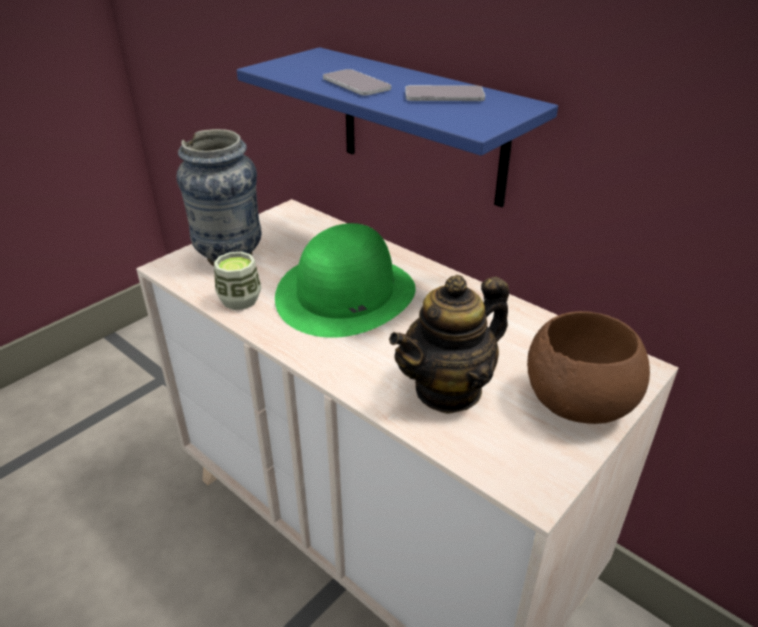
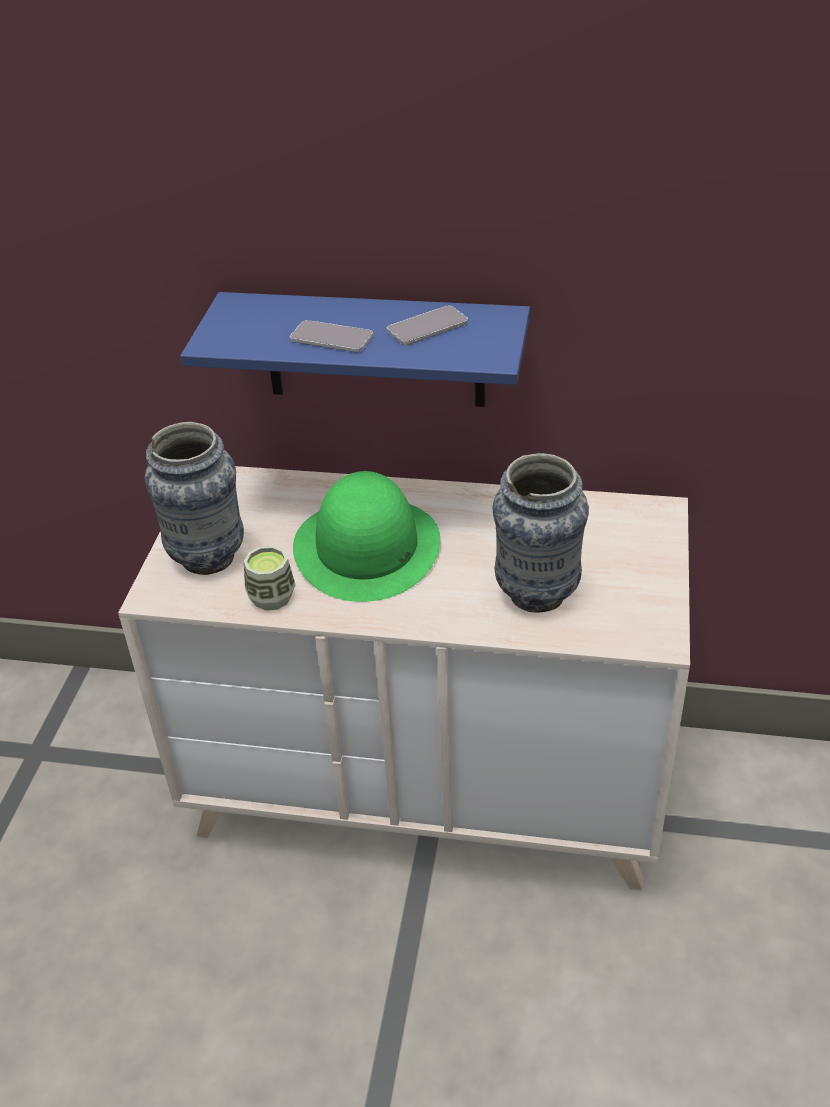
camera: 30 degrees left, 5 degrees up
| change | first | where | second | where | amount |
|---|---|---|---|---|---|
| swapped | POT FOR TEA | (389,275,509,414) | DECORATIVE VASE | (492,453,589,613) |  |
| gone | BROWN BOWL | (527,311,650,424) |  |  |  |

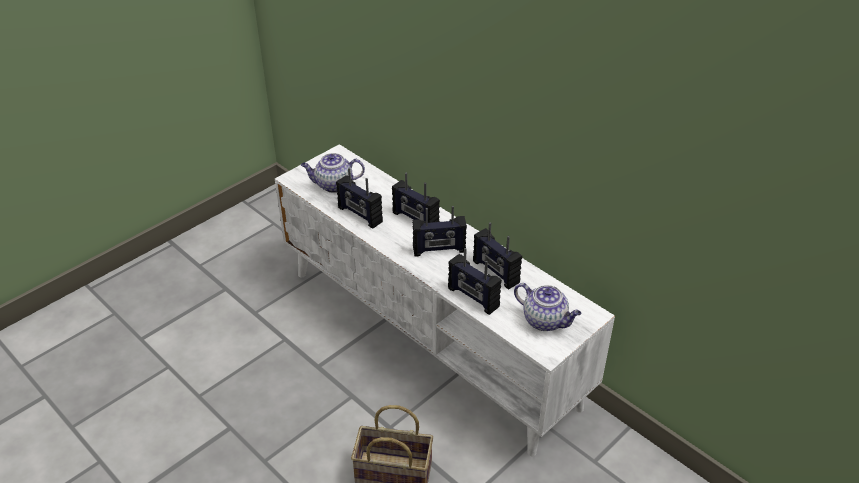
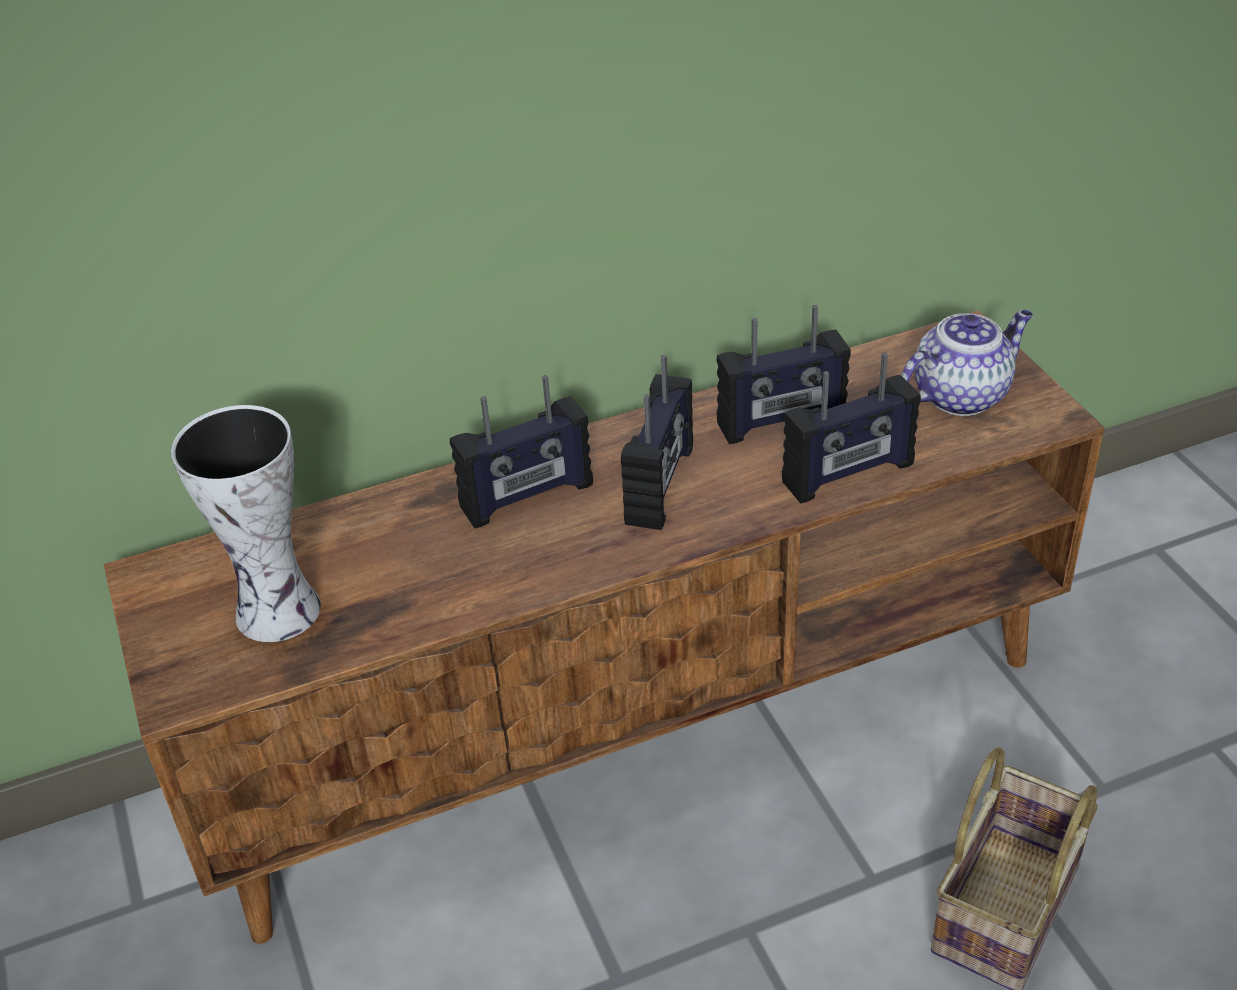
camera: 65 degrees left, 0 degrees up
| change | first | where | second | where | amount |
|---|---|---|---|---|---|
| repainted | WHITE-COLOURED TV STAND | (275,144,615,456) | BROWN TV STAND | (104,310,1105,944) |  |
| swapped | POT FOR TEA | (301,153,365,193) | DECORATIVE VASE | (171,405,321,642) |  |
| gone | RADIO SET | (336,168,383,229) |  |  |  |

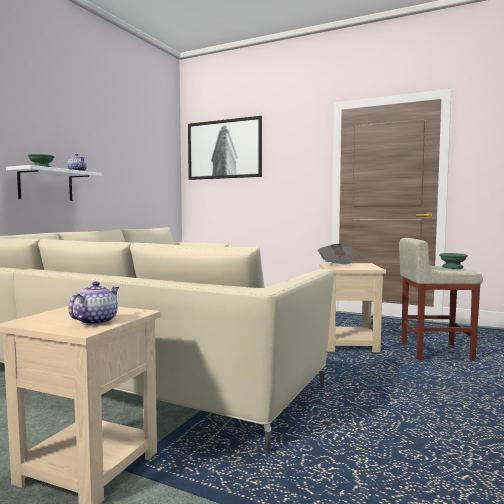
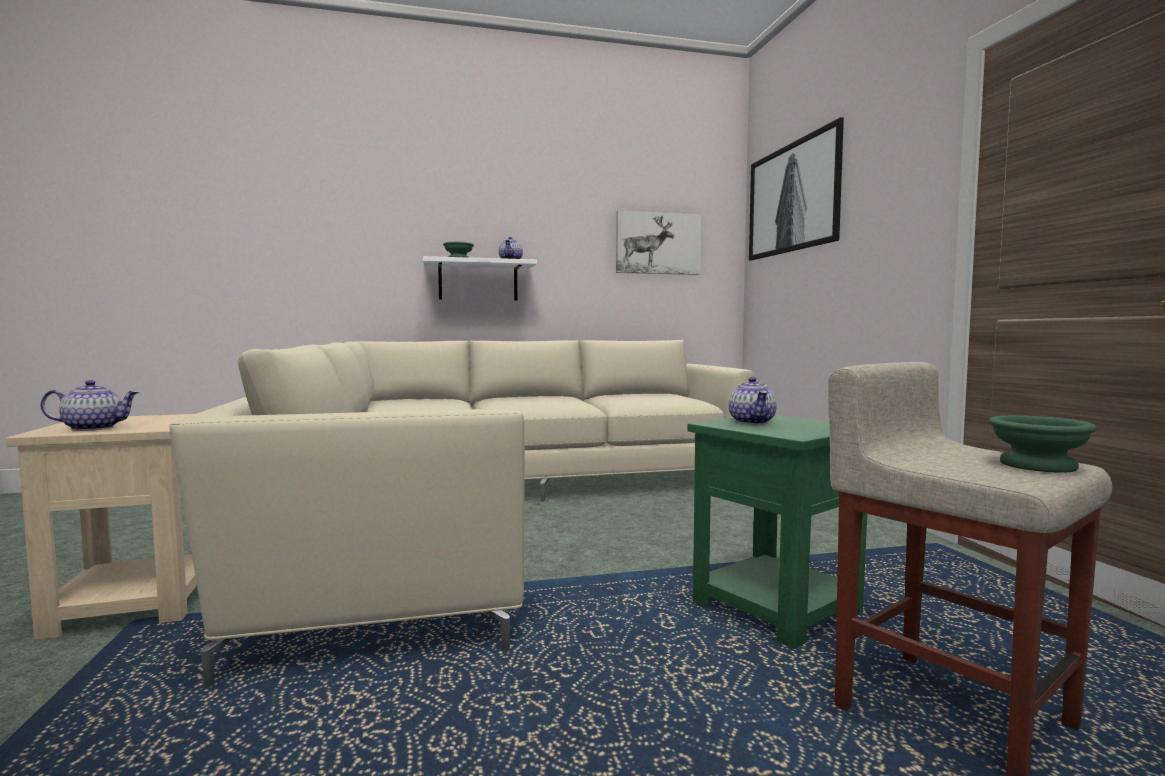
camera: 50 degrees right, 0 degrees up
| change | first | where | second | where | amount |
|---|---|---|---|---|---|
| swapped | NEWSPAPER | (318,244,360,264) | POT FOR TEA | (729,377,777,424) |  |
| repainted | BEIGE END TABLE | (319,263,386,352) | GREEN END TABLE | (687,415,867,649) |  |
| new |  |  | WALL ART | (616,210,702,275) |  |

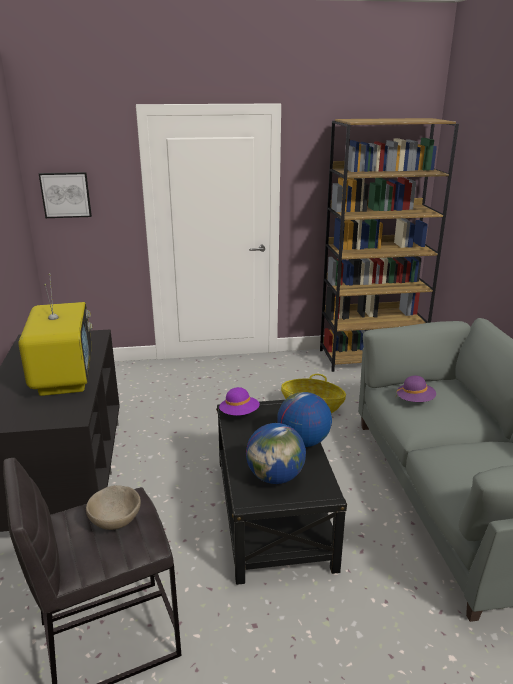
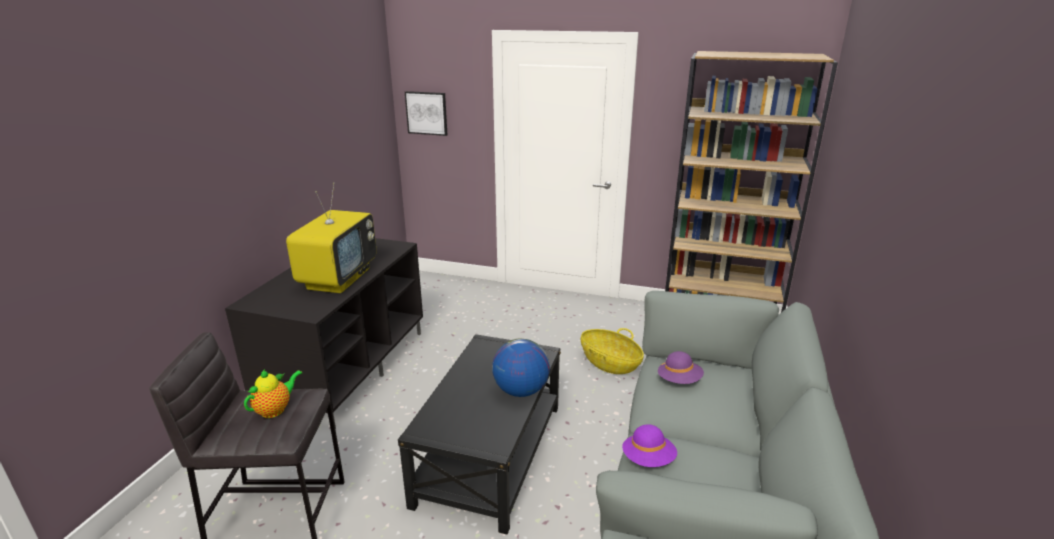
camera: 25 degrees right, 0 degrees up
| change | first | where | second | where | amount |
|---|---|---|---|---|---|
| shifted | PURPLE HAT | (219,387,260,416) |  | (622,424,677,467) |  |
| gone | WORLD GLOBE | (246,423,306,484) |  |  |  |
| swapped | BEIGE BOWL | (86,485,141,530) | POT FOR TEA | (244,369,302,418) |  |

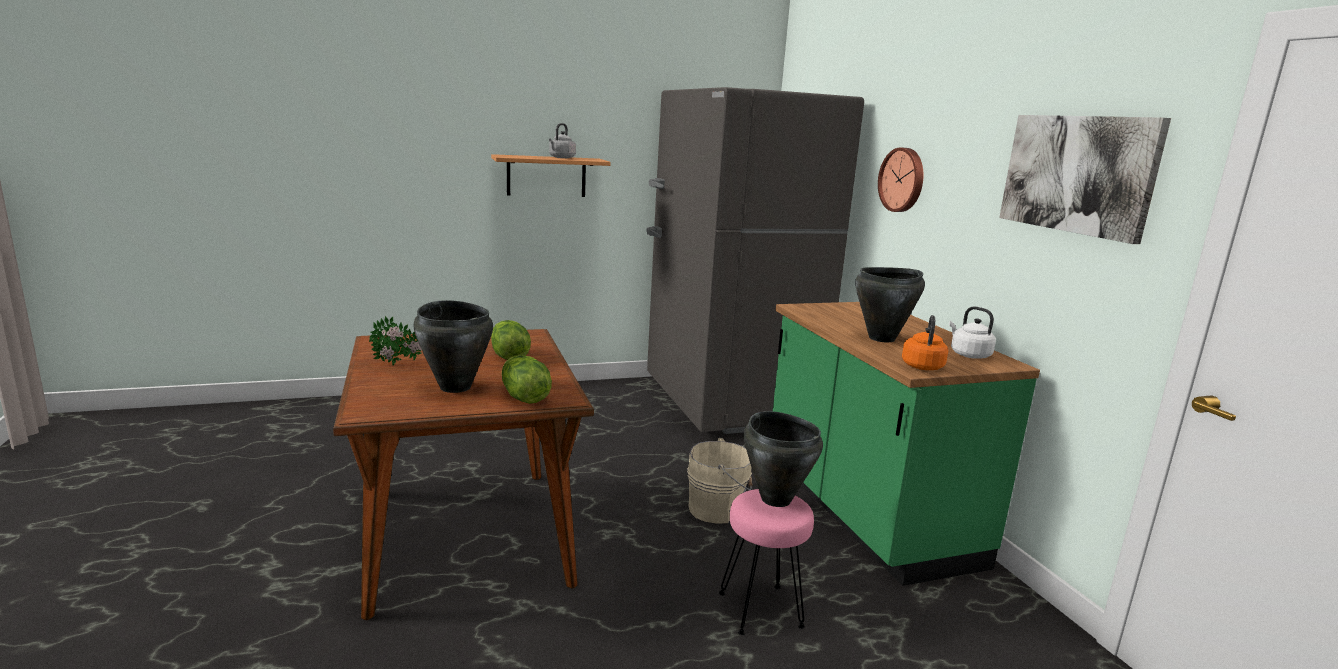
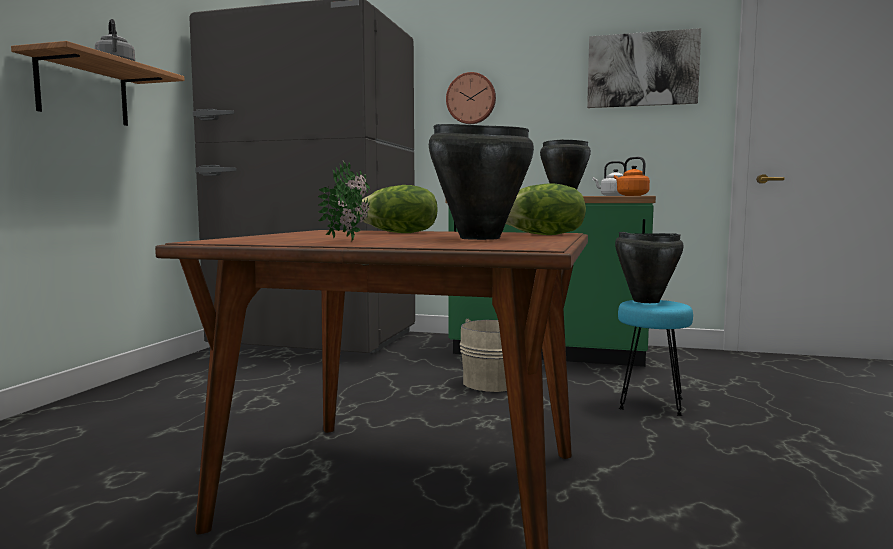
camera: 55 degrees left, 10 degrees down
| change | first | where | second | where | amount |
|---|---|---|---|---|---|
| repainted | PINK STOOL SEAT | (719,489,814,635) | TURQUOISE STOOL SEAT | (618,300,693,416) |  |

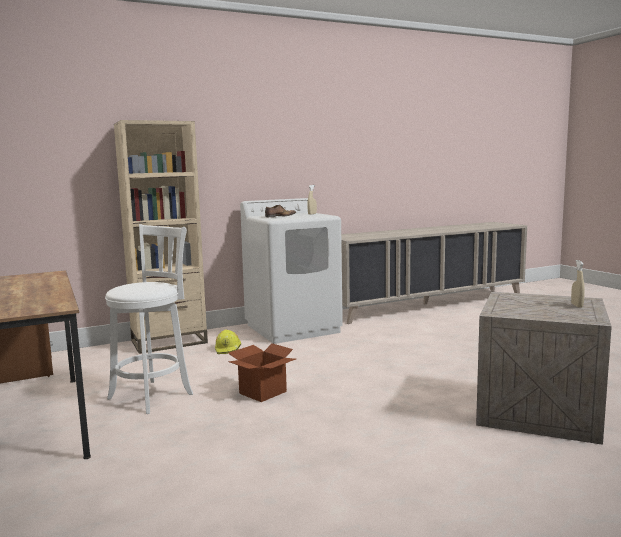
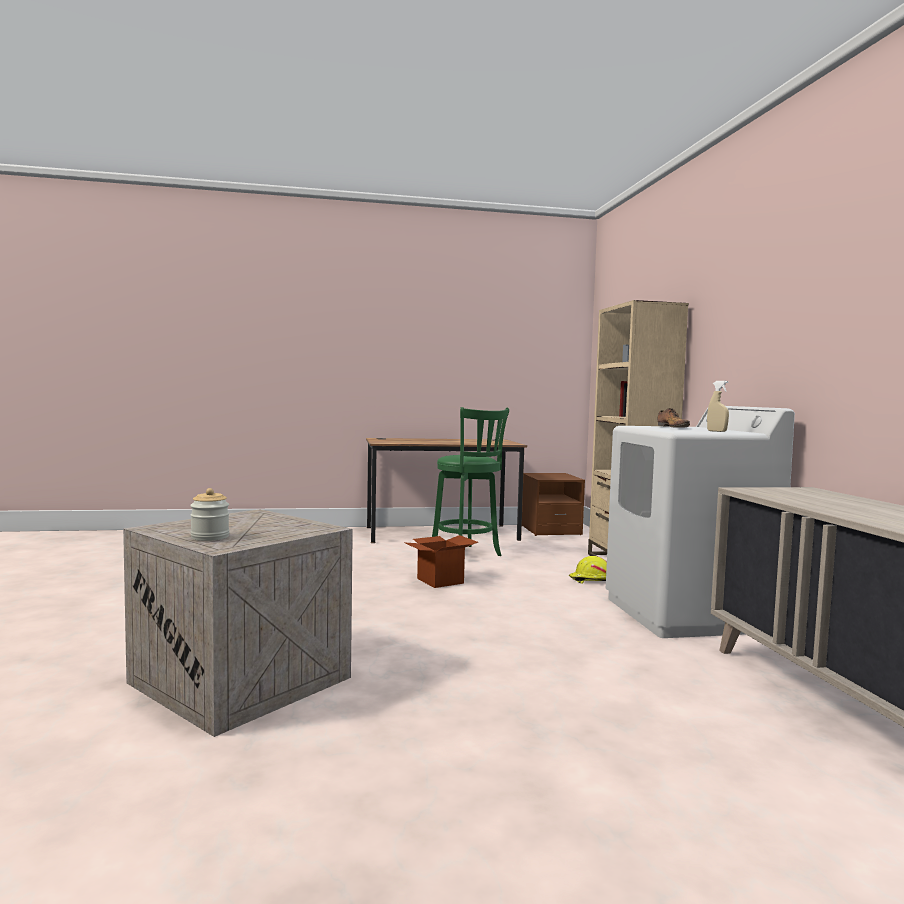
camera: 105 degrees right, 5 degrees down
| change | first | where | second | where | amount |
|---|---|---|---|---|---|
| repainted | WHITE-COLOURED STOOL SEAT | (105,224,193,414) | GREEN STOOL SEAT | (432,407,509,556) |  |
| swapped | BEIGE SPRAYER | (571,260,585,308) | JAR | (190,488,229,541) |  |

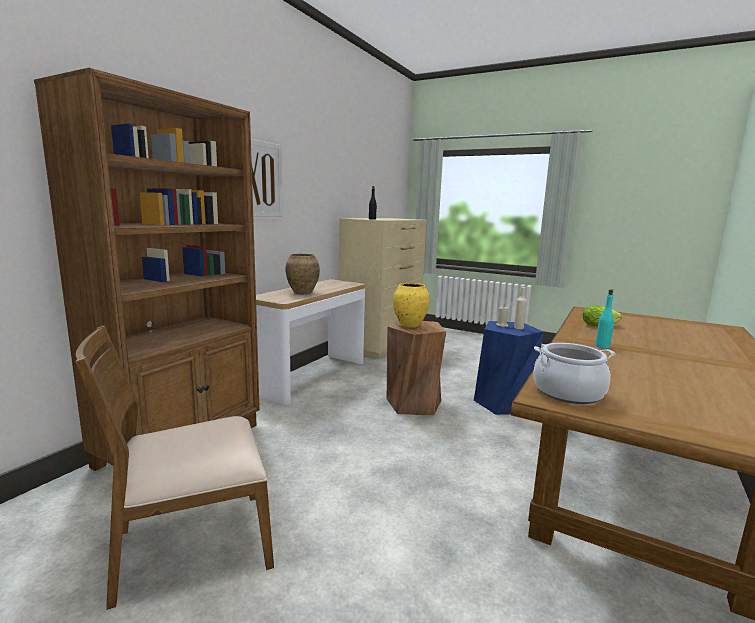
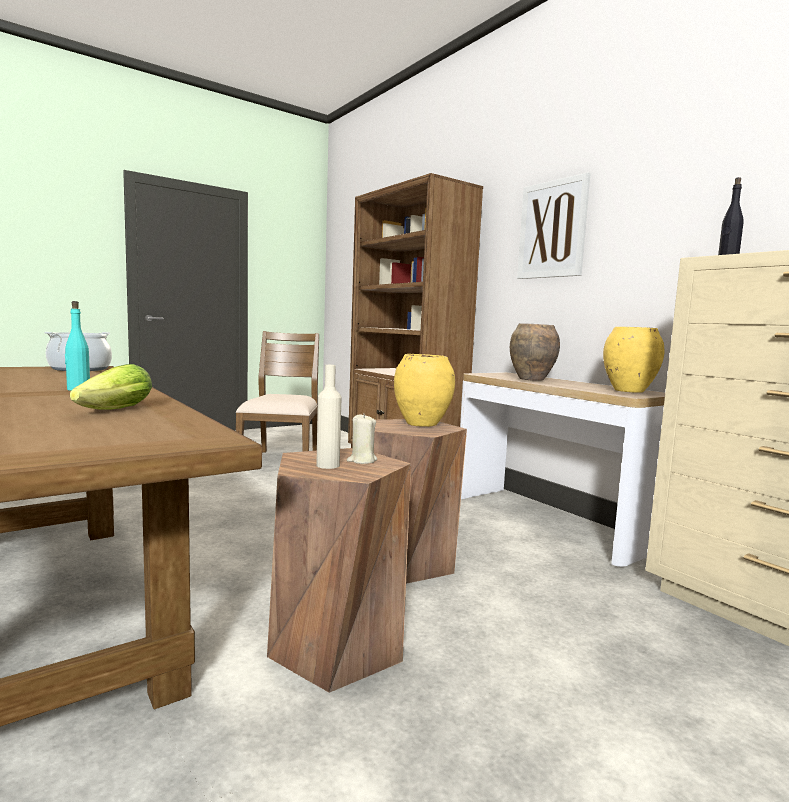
camera: 115 degrees right, 5 degrees down
| change | first | where | second | where | amount |
|---|---|---|---|---|---|
| repainted | BLUE-COLOURED STOOL SEAT | (474,321,543,415) | BROWN STOOL SEAT | (267,448,411,693) |  |
| new |  |  | YELLOW-COLOURED DECORATIVE VASE | (603,327,664,393) |  |

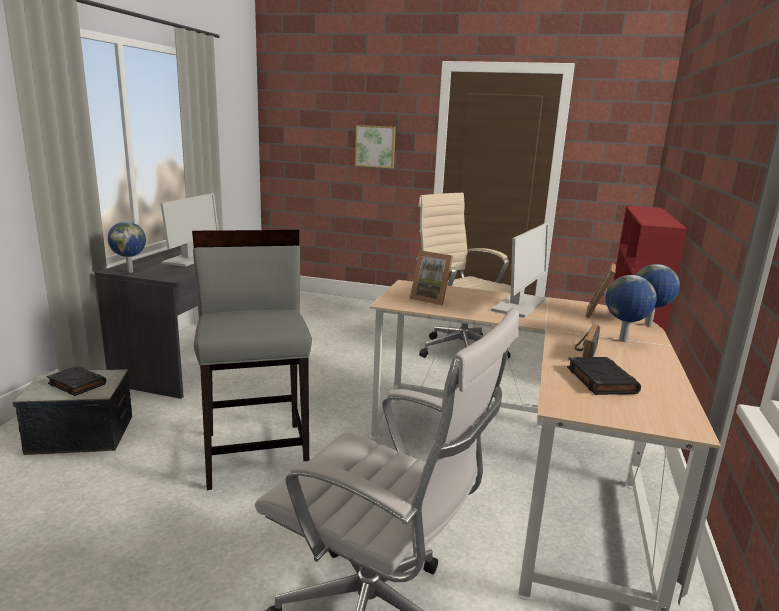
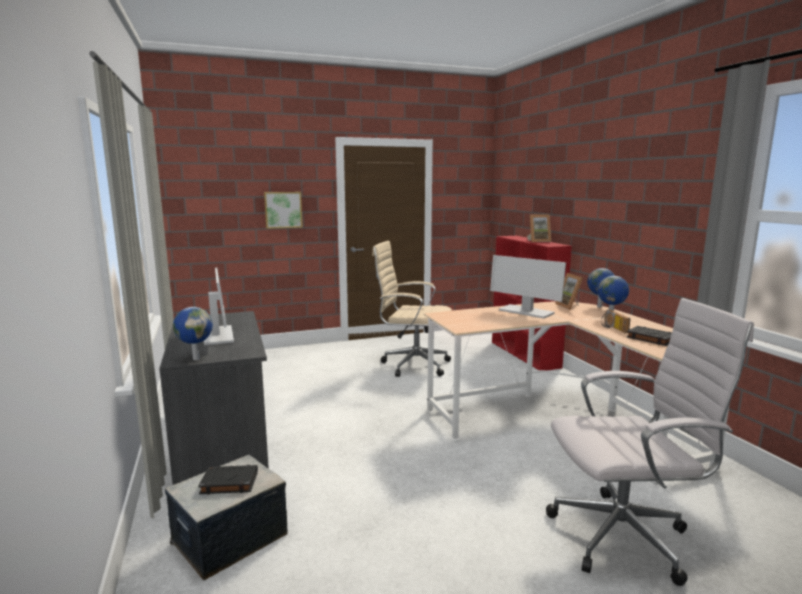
camera: 35 degrees left, 5 degrees down
| change | first | where | second | where | amount |
|---|---|---|---|---|---|
| rotated | COMPUTER SCREEN | (491,223,549,318) |  | (490,255,566,319) | 135 degrees clockwise |
| gone | GREY STOOL SEAT | (192,230,312,490) |  |  |  |
| shifted | STANDING FRAME | (410,250,453,306) |  | (527,214,551,242) |  |

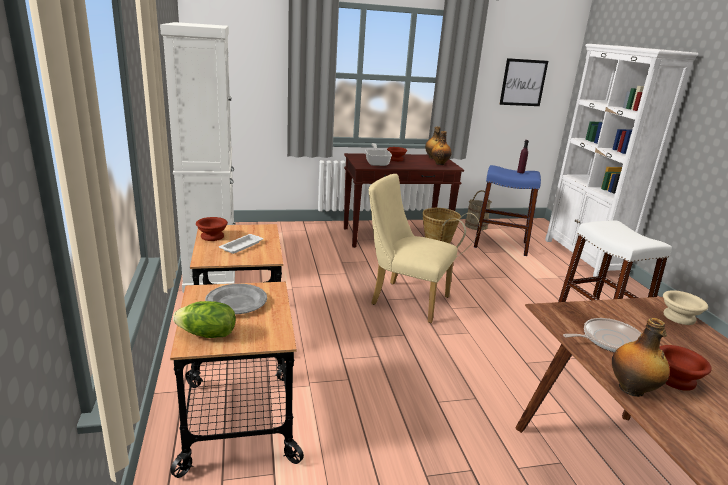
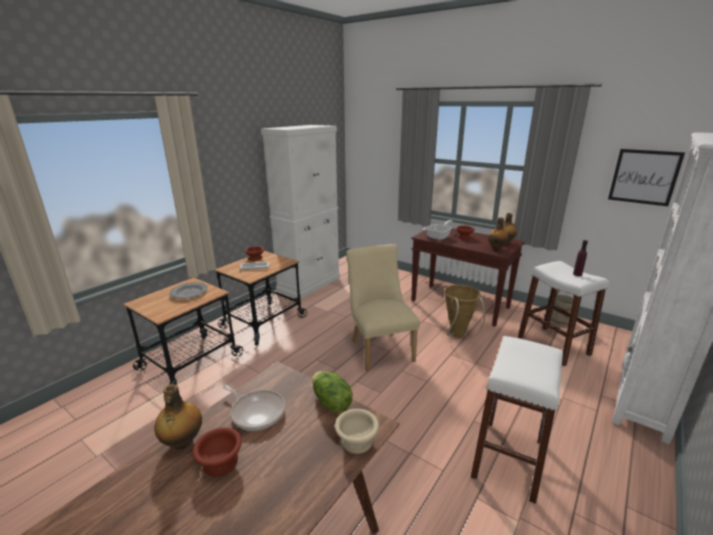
camera: 50 degrees right, 0 degrees up
| change | first | where | second | where | amount |
|---|---|---|---|---|---|
| repainted | BLUE-COLOURED STOOL SEAT | (474,165,541,256) | WHITE-COLOURED STOOL SEAT | (518,261,609,367) |  |
| shifted | LETTUCE HEAD | (173,301,236,338) |  | (312,371,353,413) |  |

